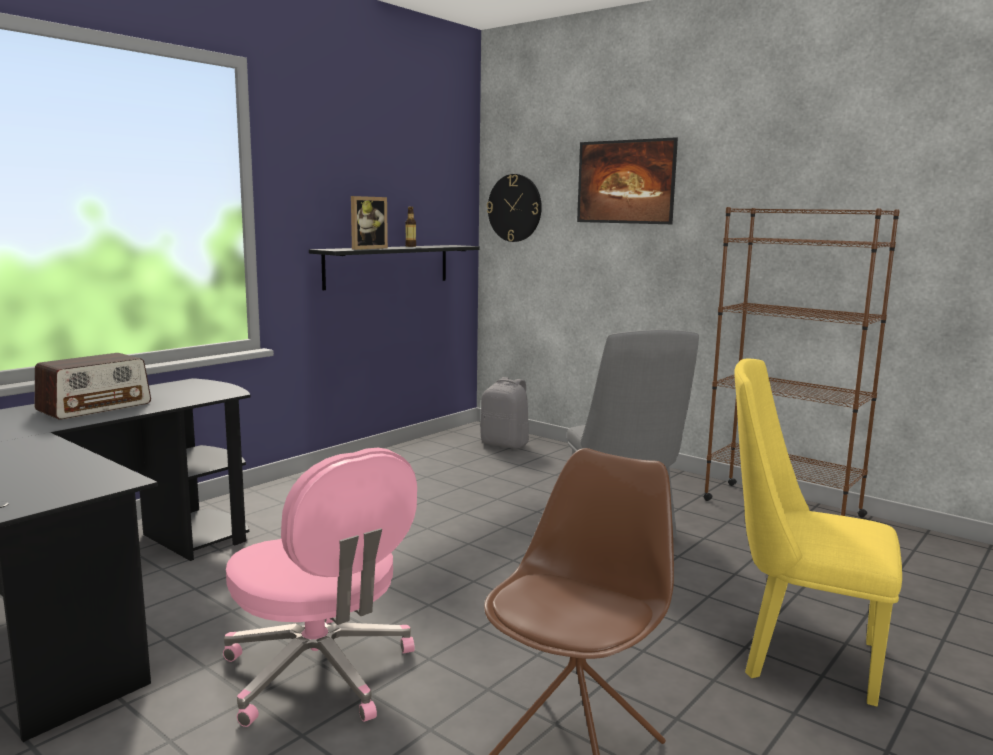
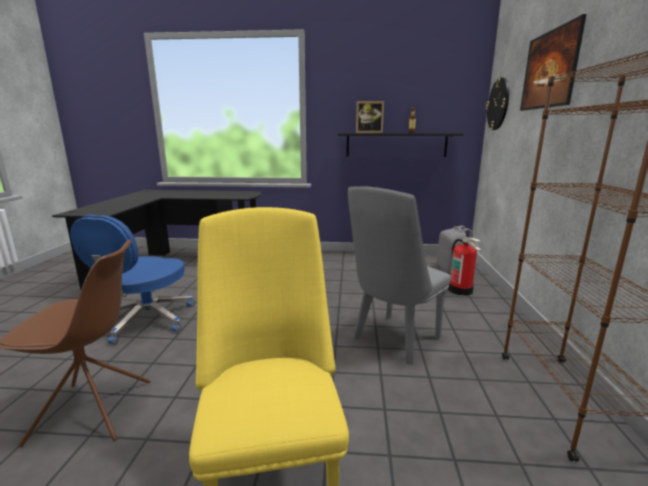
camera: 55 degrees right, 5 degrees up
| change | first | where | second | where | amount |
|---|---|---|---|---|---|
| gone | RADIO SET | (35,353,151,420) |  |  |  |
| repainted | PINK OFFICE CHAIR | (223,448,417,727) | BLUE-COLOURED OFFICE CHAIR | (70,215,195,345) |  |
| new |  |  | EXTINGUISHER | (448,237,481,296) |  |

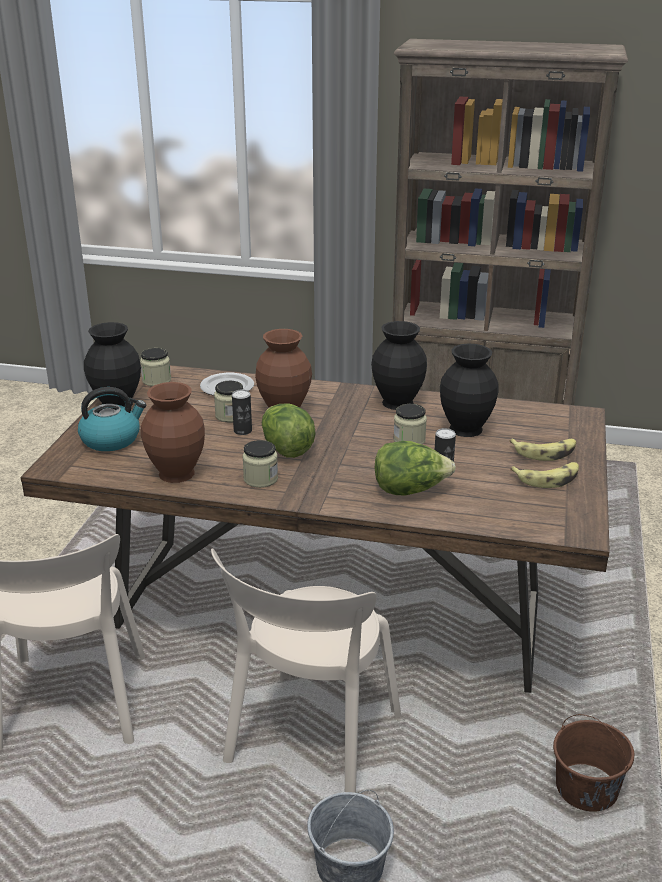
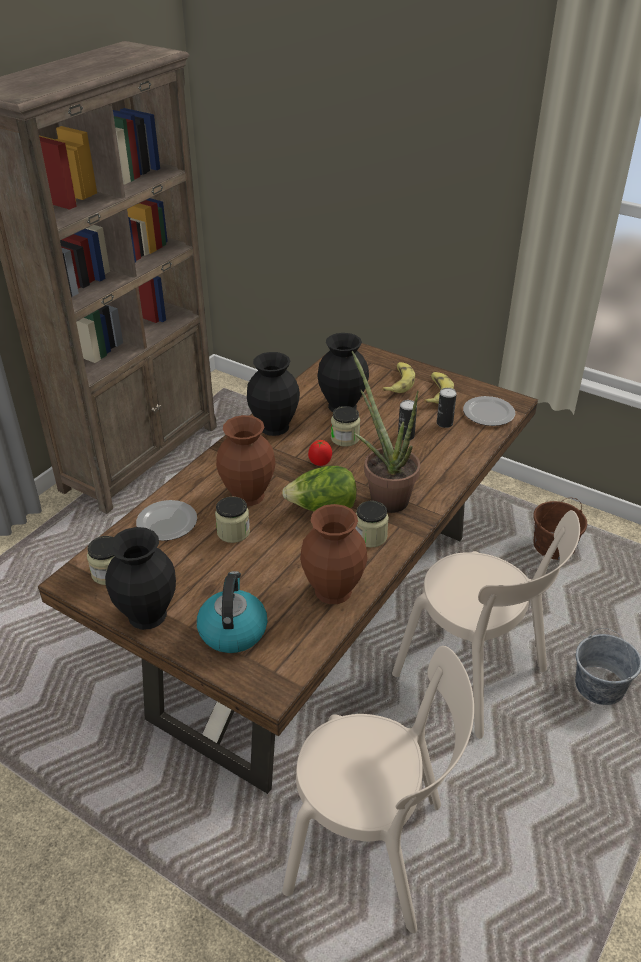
camera: 70 degrees left, 10 degrees up
| change | first | where | second | where | amount |
|---|---|---|---|---|---|
| shifted | CAN | (232,389,252,435) |  | (437,388,457,428) |  |
| gone | LETTUCE HEAD | (375,441,456,495) |  |  |  |
| new |  |  | HOUSEPLANT | (352,350,420,513) |  |
| new |  |  | DINNER PLATE | (463,396,515,426) |  |
| new |  |  | WHOLE TOMATO | (308,440,332,466) |  |

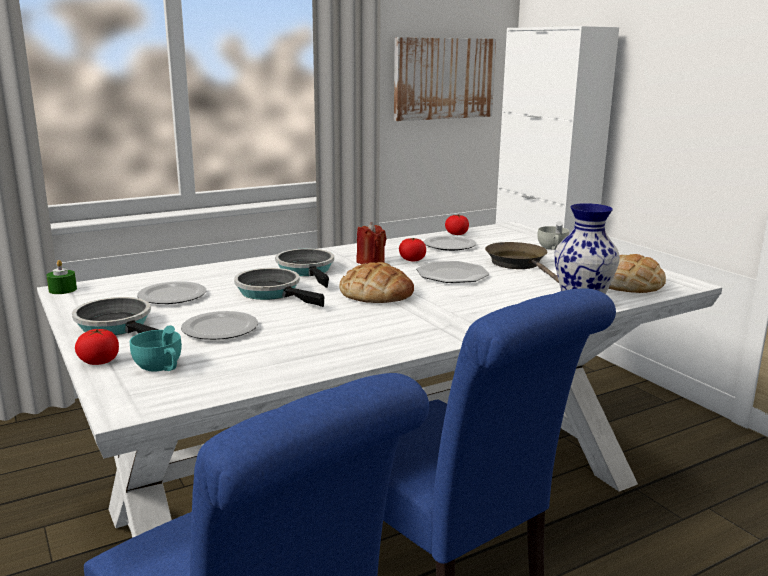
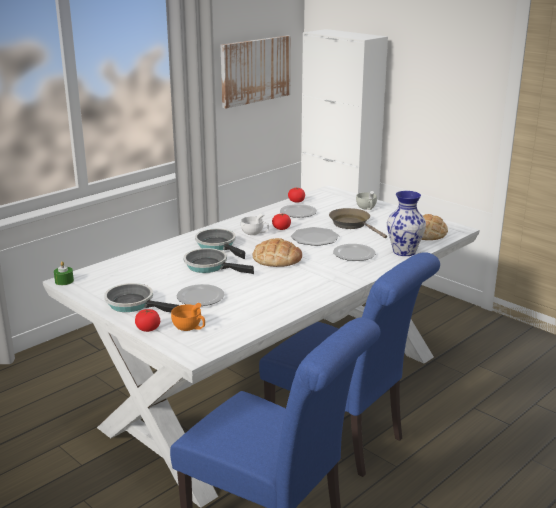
camera: 15 degrees left, 5 degrees up
| change | first | where | second | where | amount |
|---|---|---|---|---|---|
| swapped | RED-COLOURED CANDLE | (356,222,387,264) | WHITE-COLOURED CUP | (241,212,269,235) |  |
| shifted | DINNER PLATE | (137,281,206,304) |  | (333,244,376,261) |  |
| repainted | TURQUOISE CUP | (130,325,182,372) | ORANGE-COLOURED CUP | (171,303,205,331) |  |

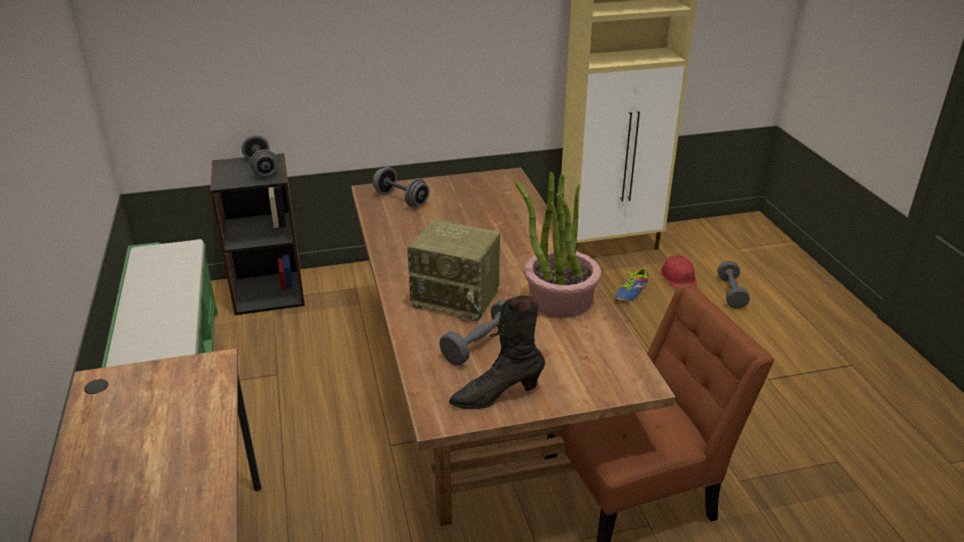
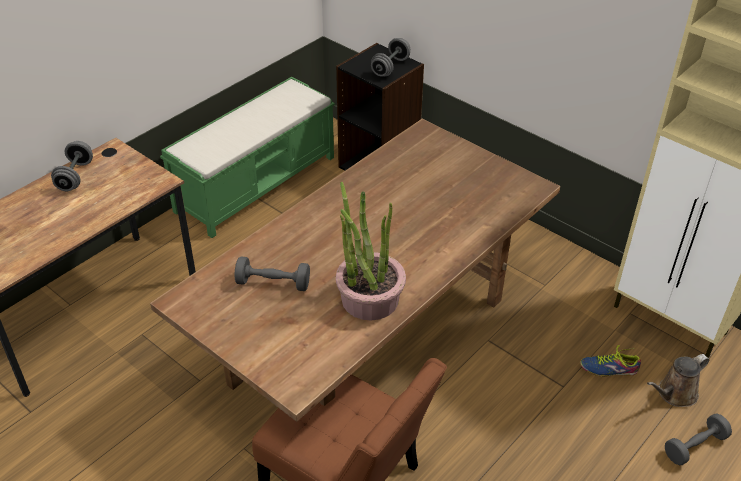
camera: 55 degrees right, 10 degrees up
| change | first | where | second | where | amount |
|---|---|---|---|---|---|
| shifted | GREY DUMBBELL | (373,167,429,207) |  | (51,141,93,191) |  |
| gone | RADIO SET | (407,219,500,322) |  |  |  |
| swapped | RED-COLOURED HARD HAT | (660,255,697,289) | BROWN SPRINKLING CAN | (647,354,709,407) |  |
| gone | BLACK HIGH-TOP BOOT | (449,295,545,409) |  |  |  |

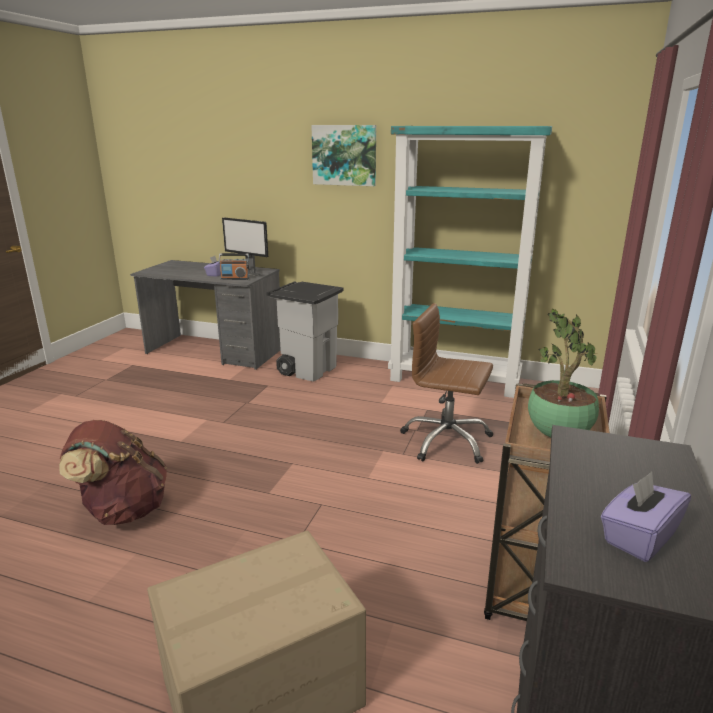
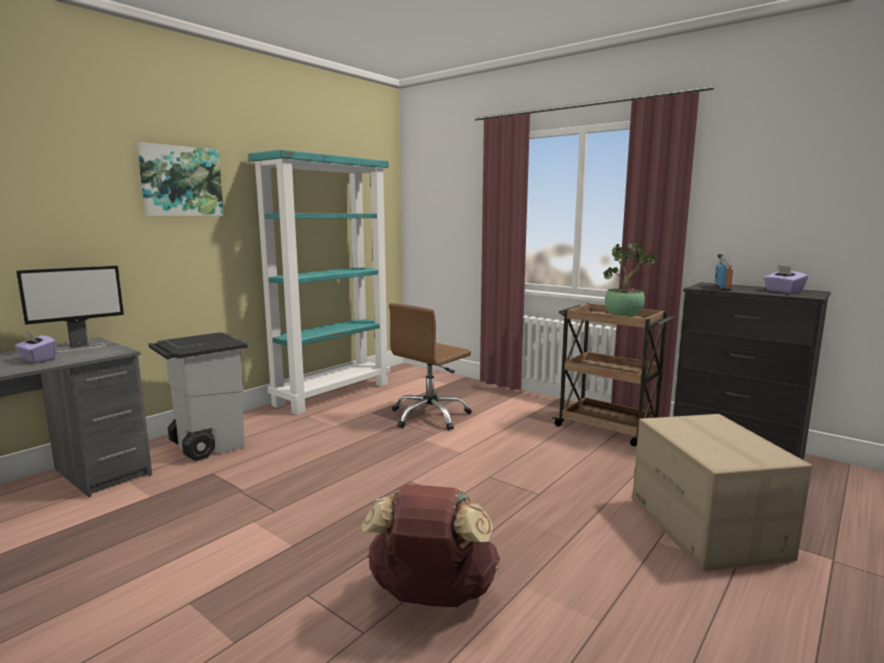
camera: 70 degrees left, 10 degrees down
| change | first | where | second | where | amount |
|---|---|---|---|---|---|
| shifted | RADIO SET | (219,253,249,280) |  | (715,254,733,290) |  |

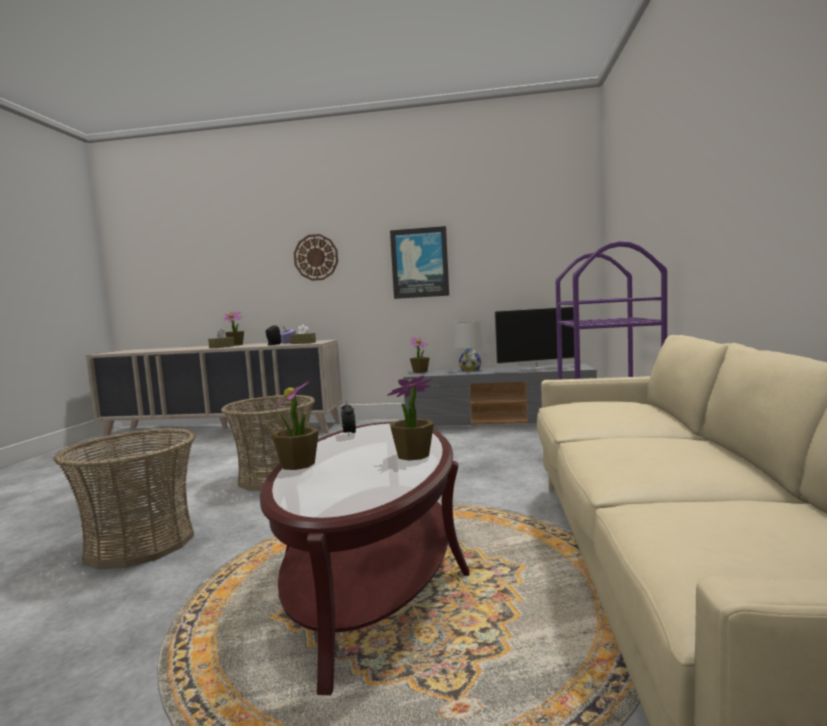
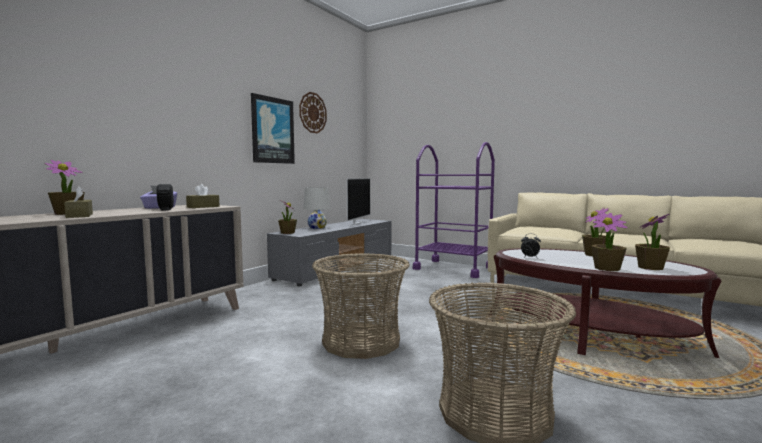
camera: 65 degrees left, 0 degrees up
| change | first | where | second | where | amount |
|---|---|---|---|---|---|
| shifted | CLOCK ON THE WALL | (294,234,338,281) |  | (299,92,327,133) |  |
| new |  |  | HOUSEPLANT | (635,214,670,270) |  |

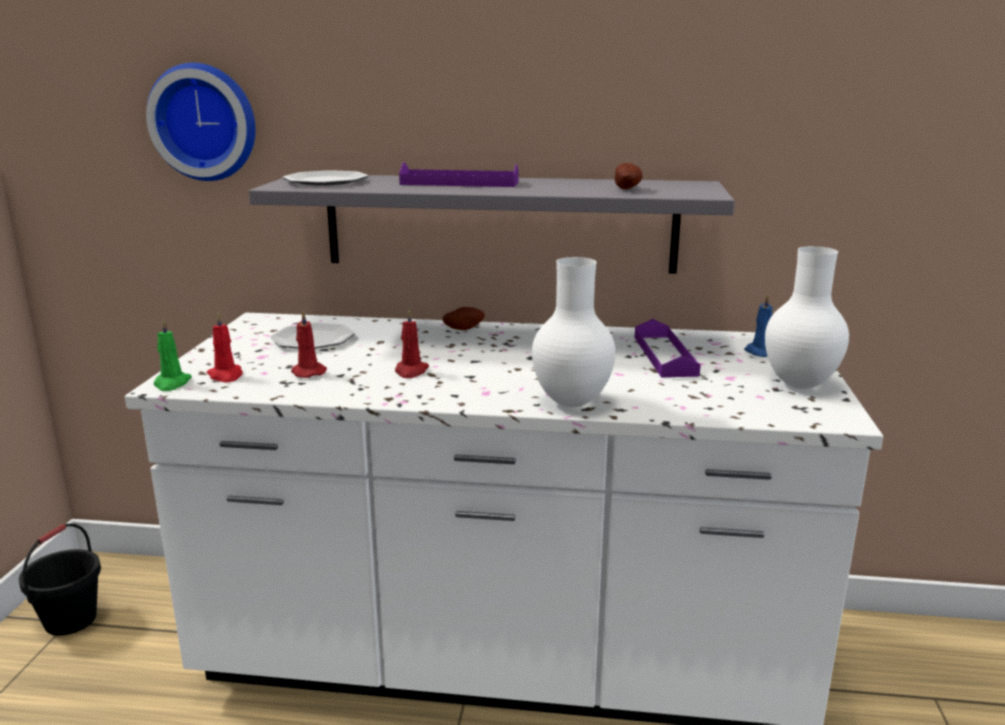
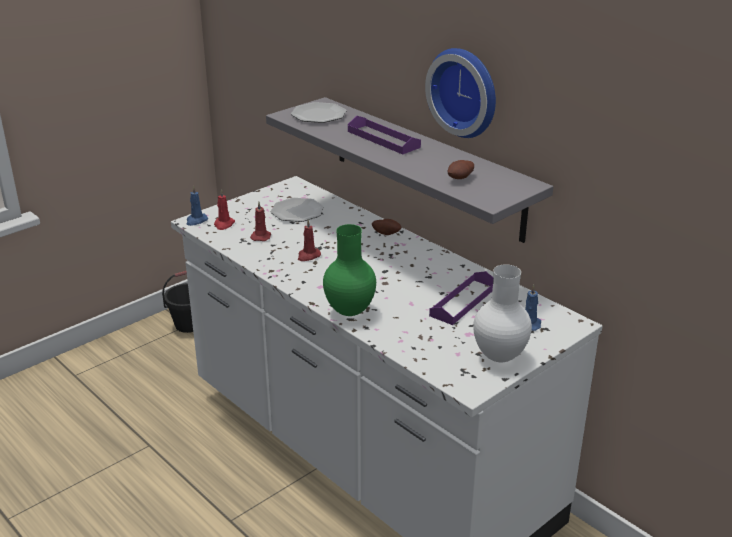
camera: 40 degrees right, 10 degrees up
| change | first | where | second | where | amount |
|---|---|---|---|---|---|
| shifted | CLOCK ON THE WALL | (146,63,256,181) |  | (425,48,496,138) |  |
| repainted | WHITE-COLOURED DECORATIVE VASE | (532,257,616,407) | GREEN DECORATIVE VASE | (323,224,376,316) |  |
| repainted | GREEN CANDLE | (154,319,192,391) | BLUE-COLOURED CANDLE | (187,185,208,226) |  |

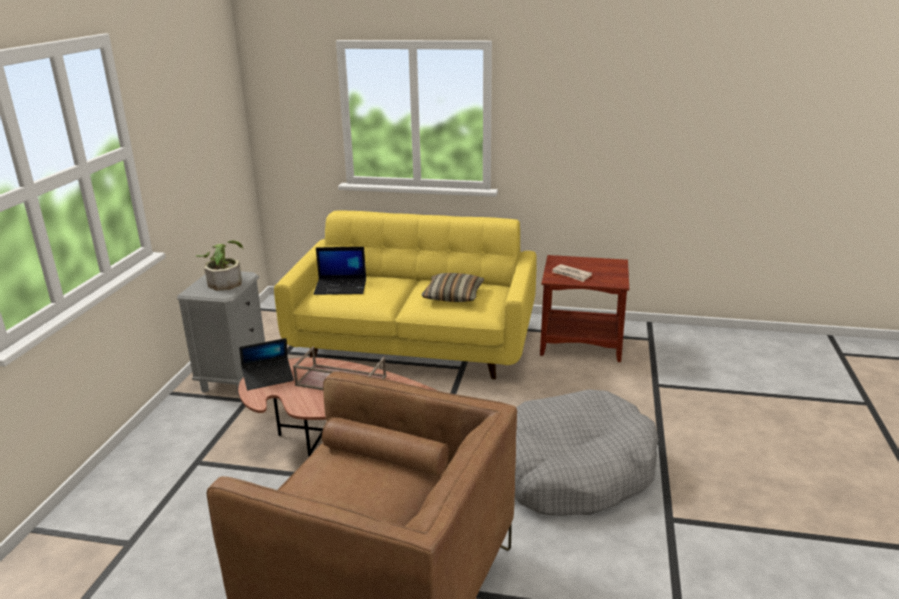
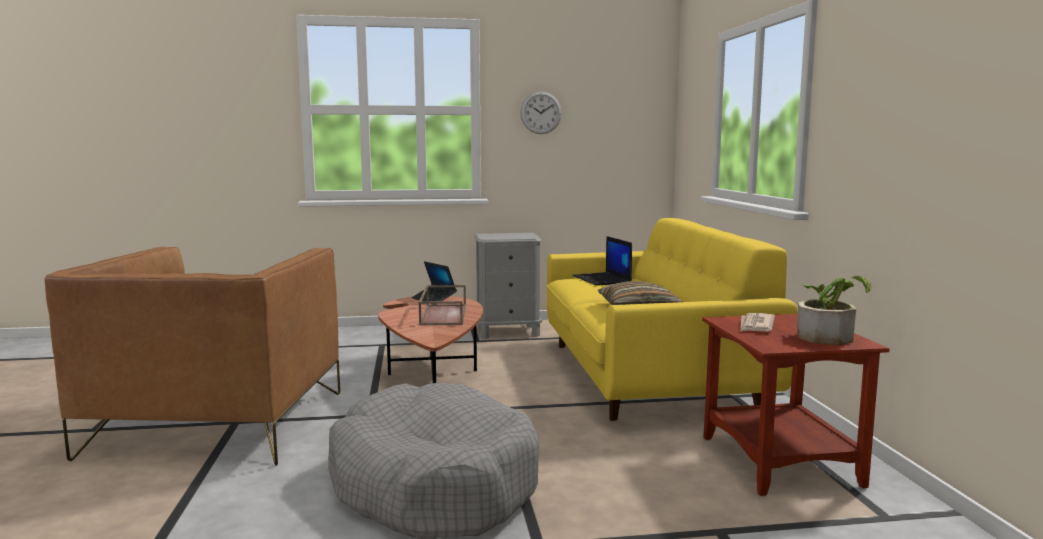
camera: 70 degrees right, 15 degrees down
| change | first | where | second | where | amount |
|---|---|---|---|---|---|
| shifted | HOUSEPLANT | (196,240,243,291) |  | (797,276,871,345) |  |
| new |  |  | CLOCK ON THE WALL | (520,91,562,134) |  |

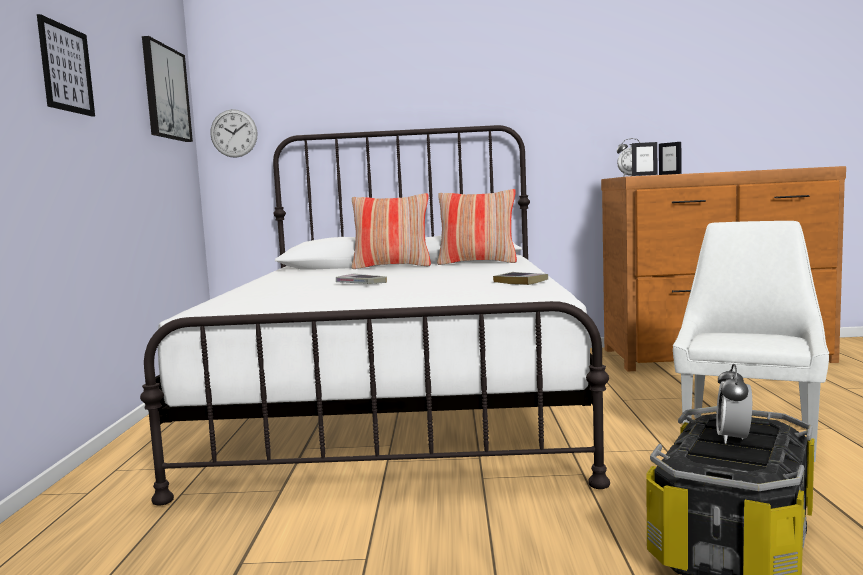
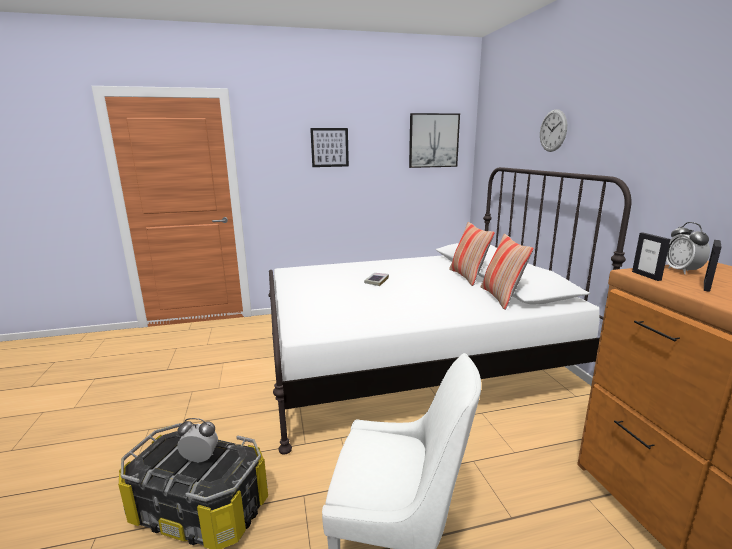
camera: 75 degrees right, 10 degrees up
| change | first | where | second | where | amount |
|---|---|---|---|---|---|
| shifted | CLOCK ON THE WALL | (210,109,258,158) |  | (540,109,567,152) |  |
| gone | VOLUME | (493,272,548,285) |  |  |  |

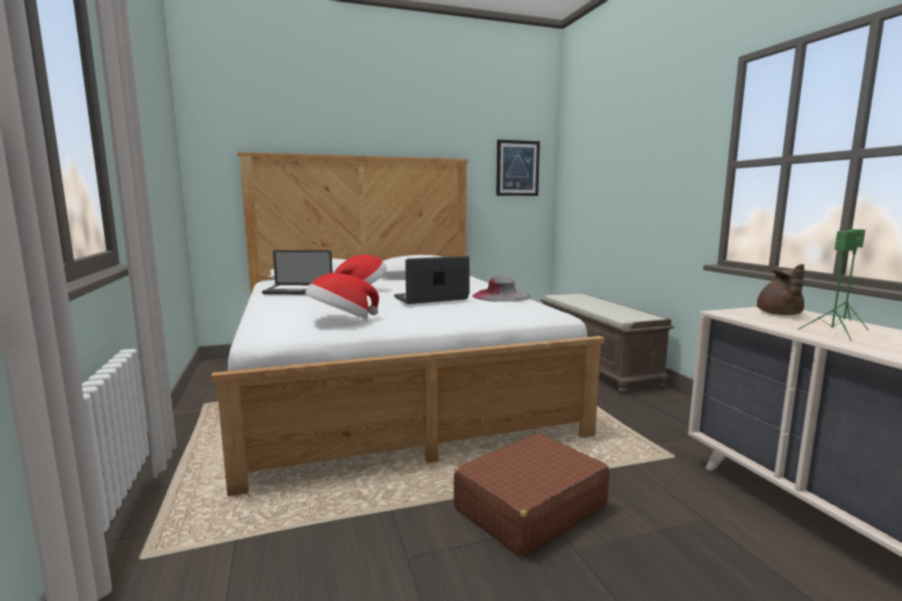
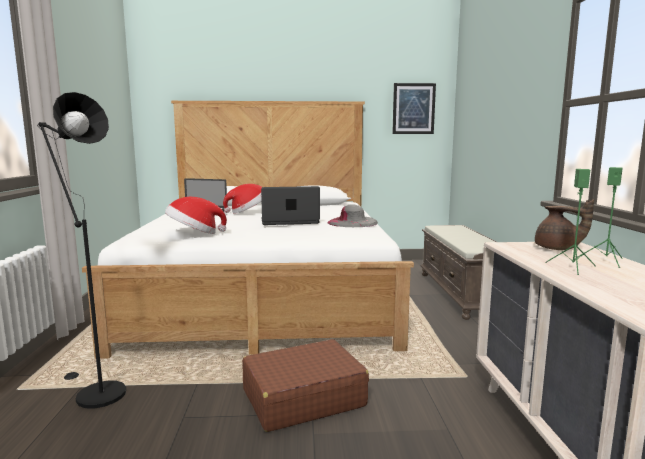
camera: 15 degrees right, 0 degrees up
| change | first | where | second | where | amount |
|---|---|---|---|---|---|
| rotated | BROWN POT FOR TEA | (757,264,804,315) |  | (535,199,594,250) | 75 degrees counterclockwise |
| new |  |  | BLACK FLOOR LAMP | (37,92,126,409) |  |

